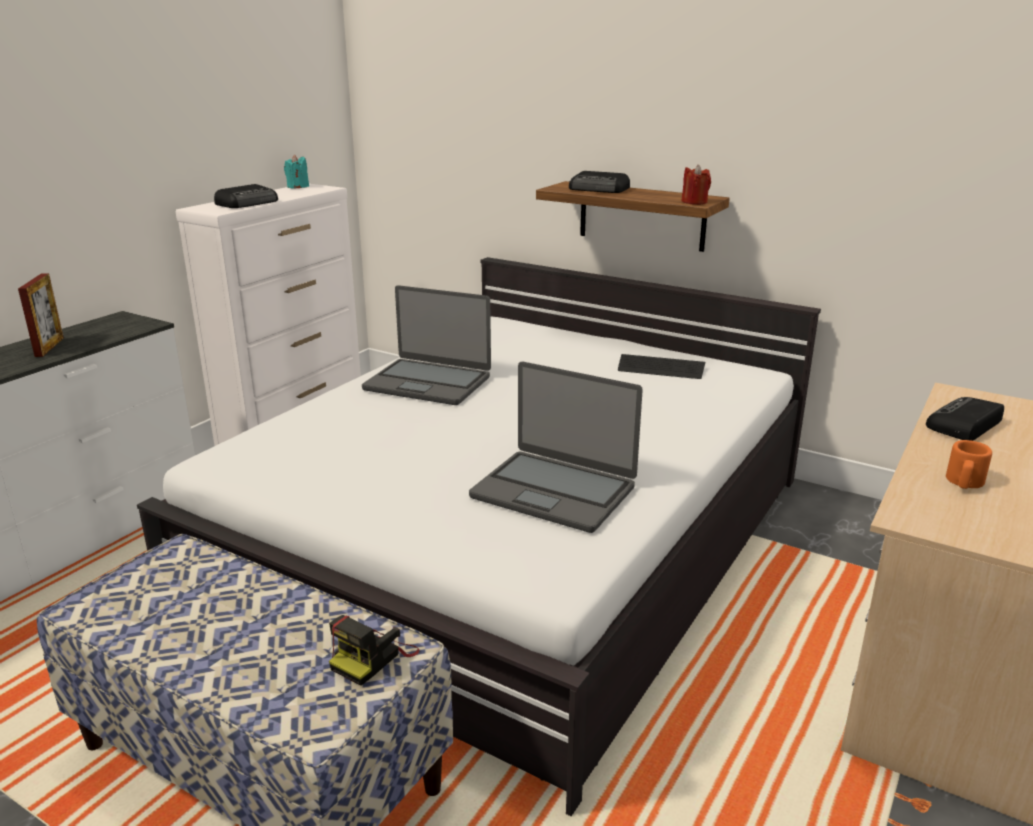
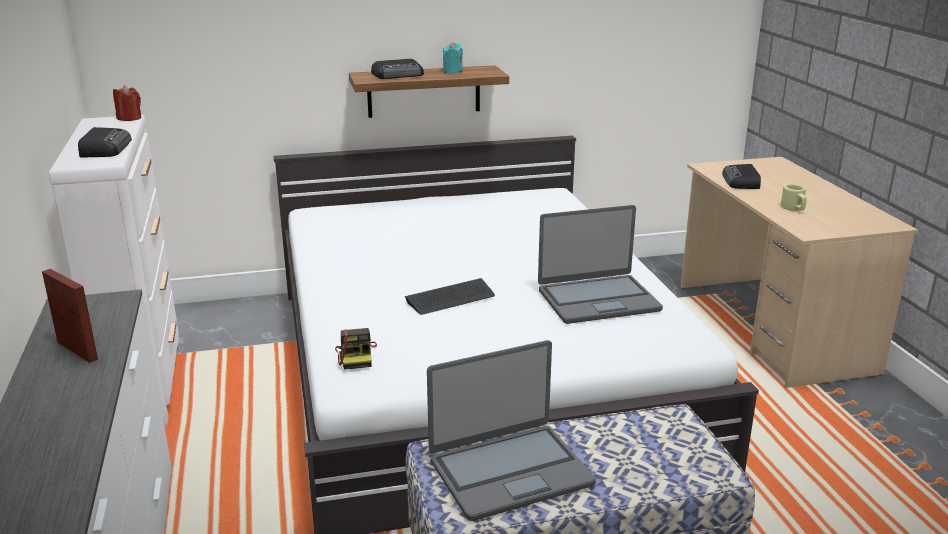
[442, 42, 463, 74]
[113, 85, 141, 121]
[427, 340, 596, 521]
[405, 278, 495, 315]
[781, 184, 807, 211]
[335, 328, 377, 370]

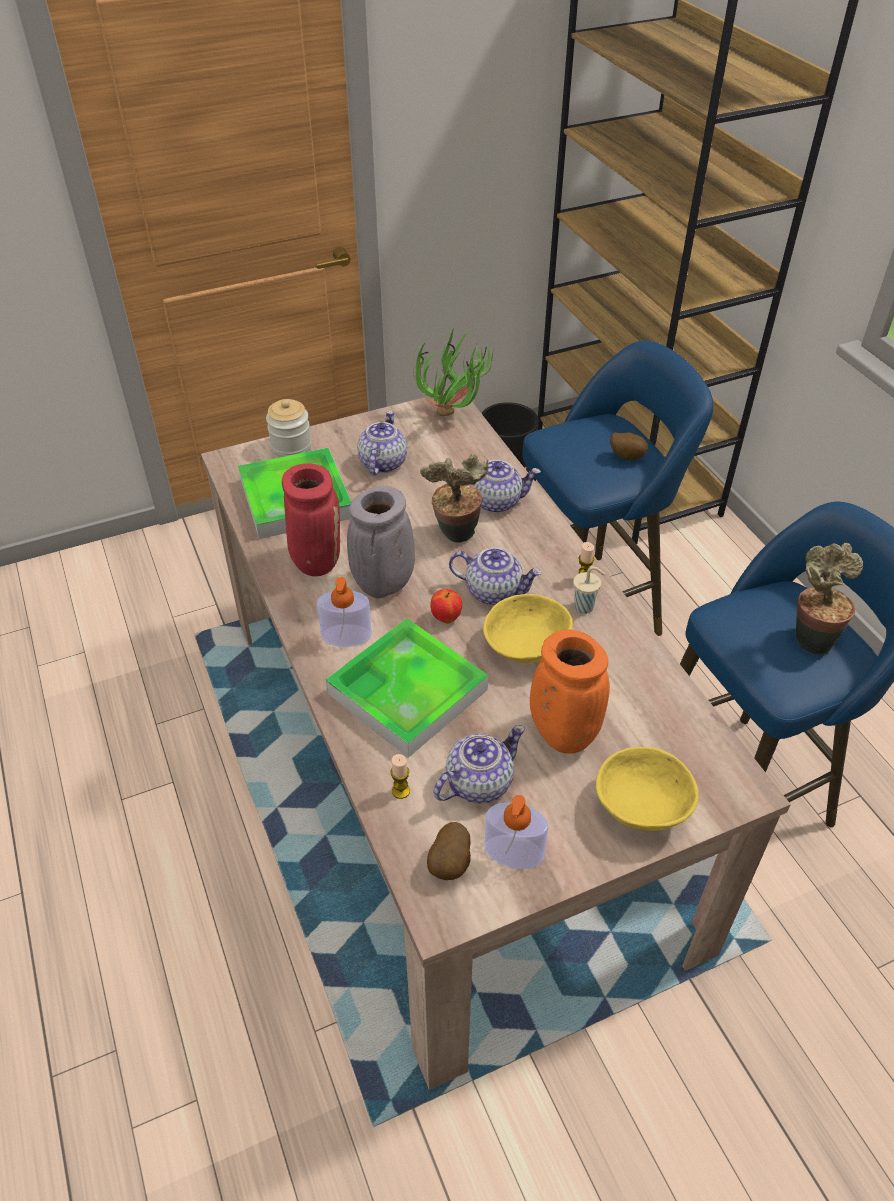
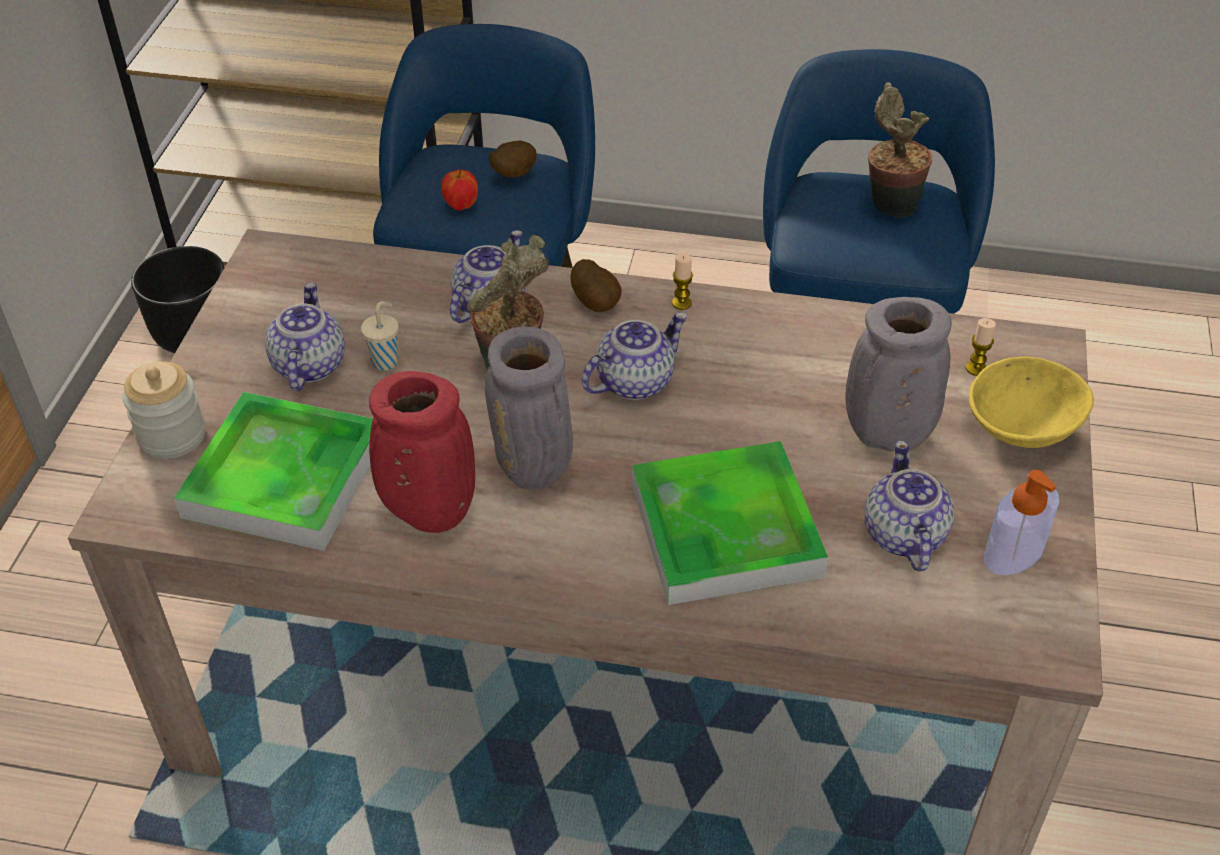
[413, 327, 494, 416] (first image)
[265, 282, 345, 391]
[361, 301, 399, 371]
[317, 577, 372, 647] (first image)
[441, 169, 478, 211]
[483, 594, 573, 663] (first image)
[845, 297, 951, 452]
[966, 318, 996, 376]
[570, 259, 622, 312]

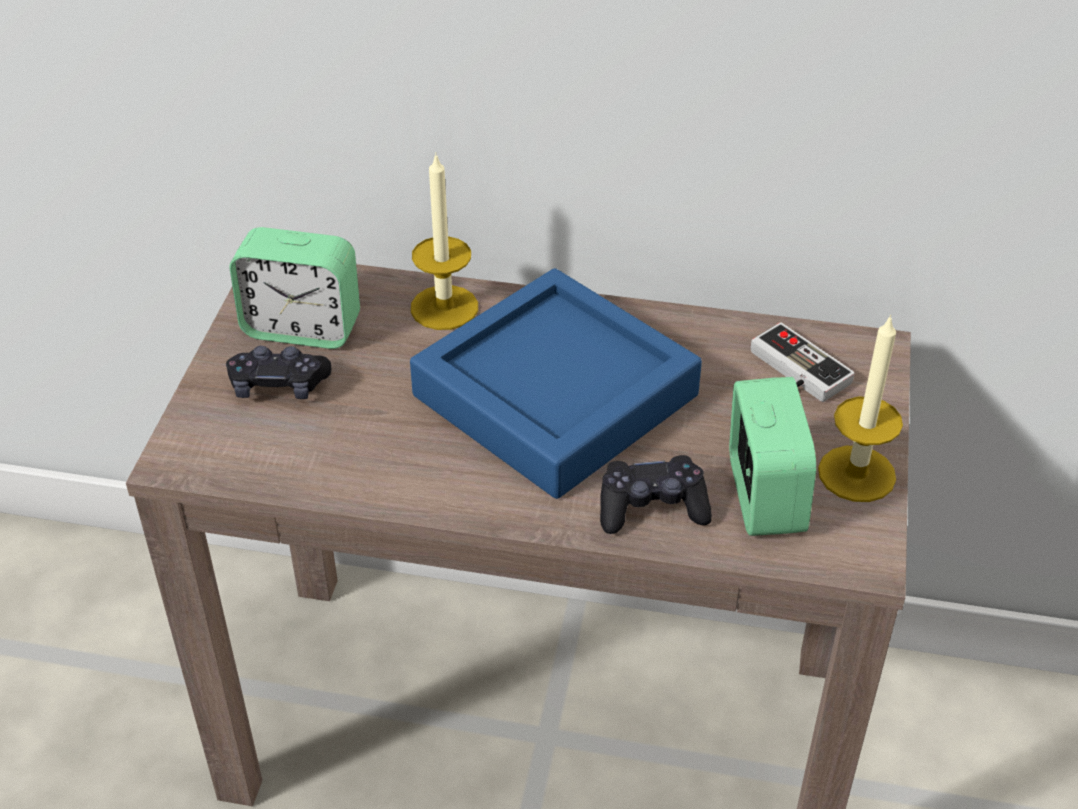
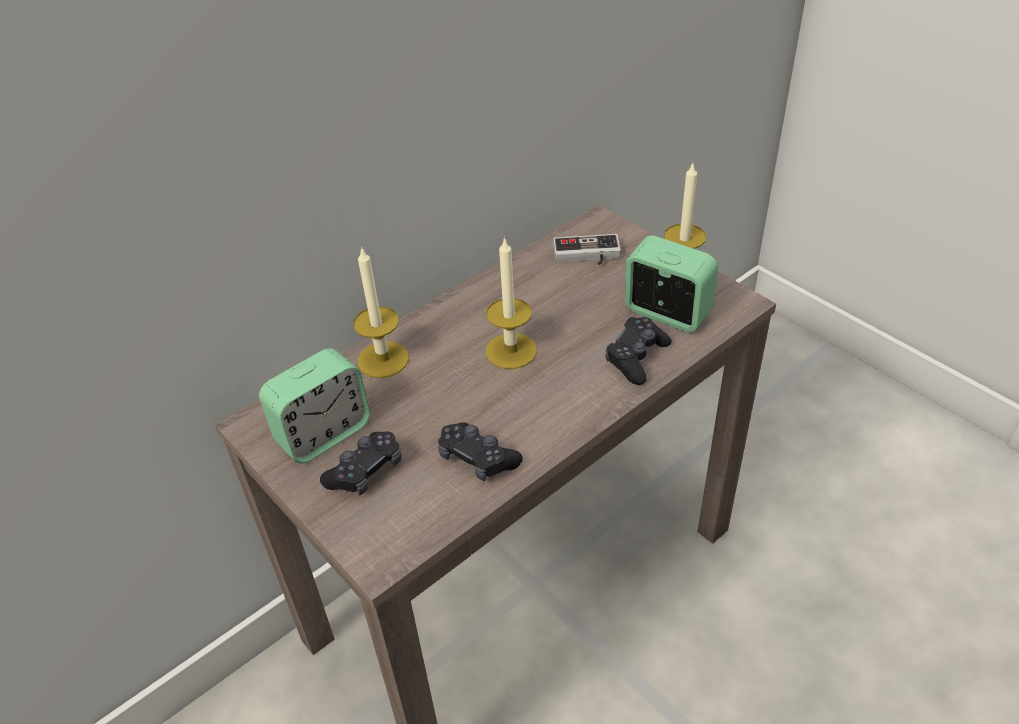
[485, 237, 537, 369]
[438, 422, 523, 481]

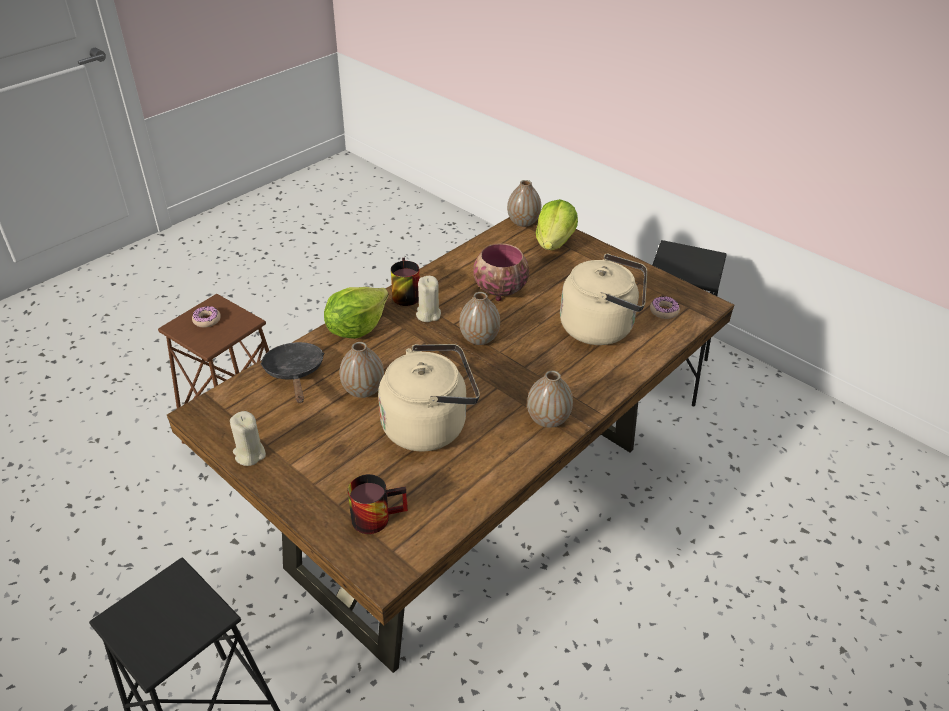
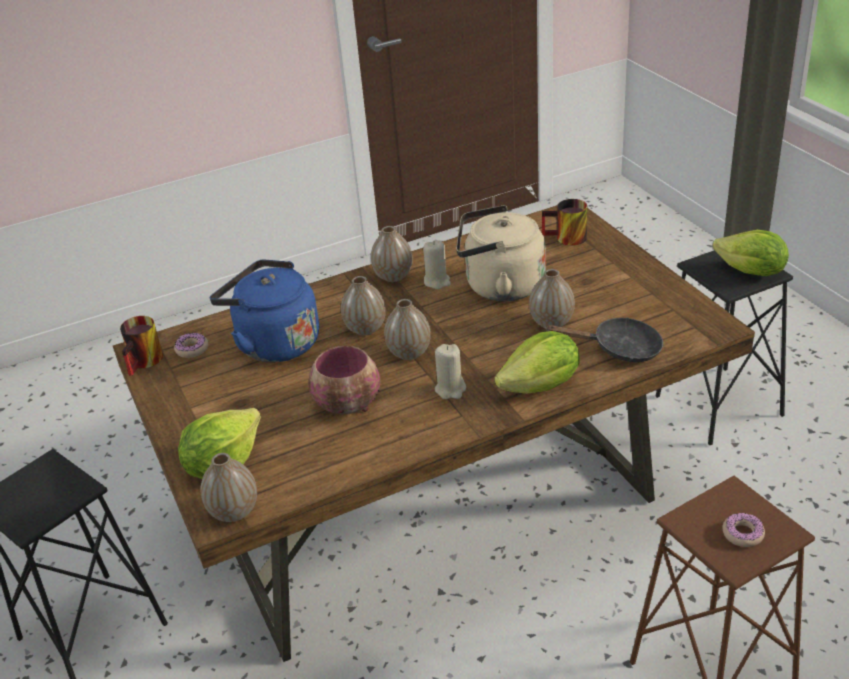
[210, 259, 319, 362]
[120, 316, 163, 376]
[545, 317, 663, 362]
[423, 240, 451, 289]
[713, 230, 789, 276]
[341, 276, 386, 335]

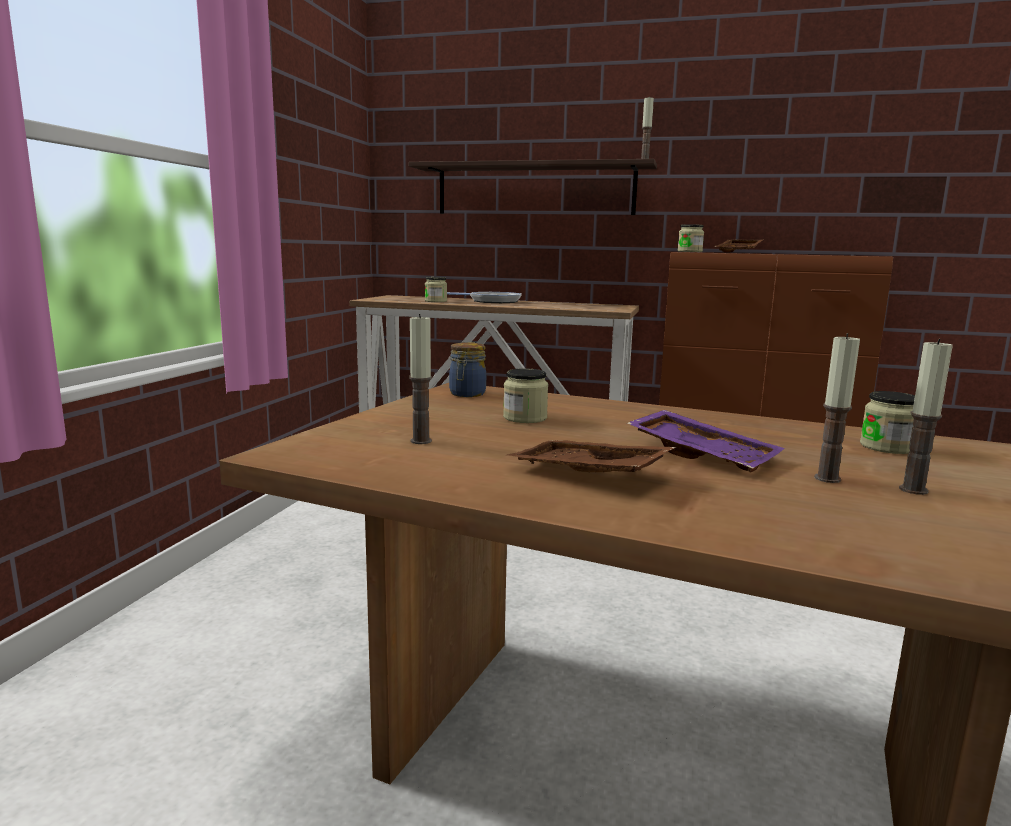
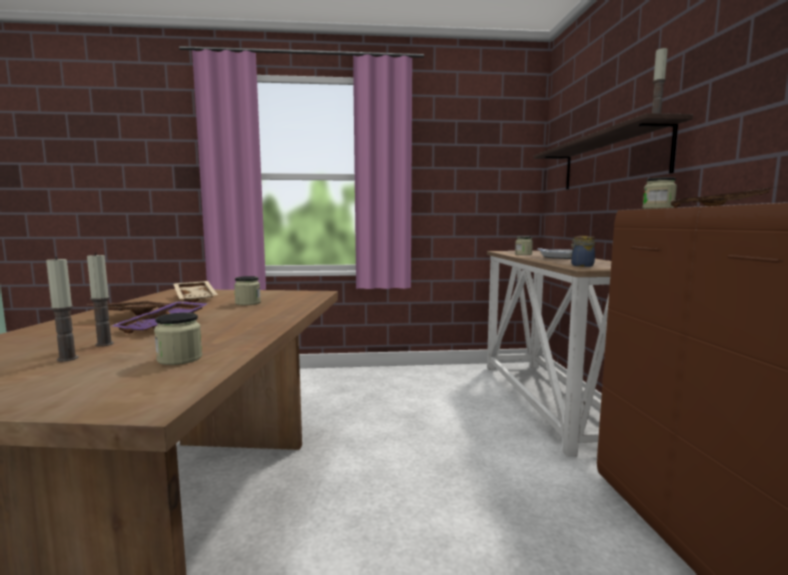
[173, 281, 218, 302]
[570, 236, 595, 267]

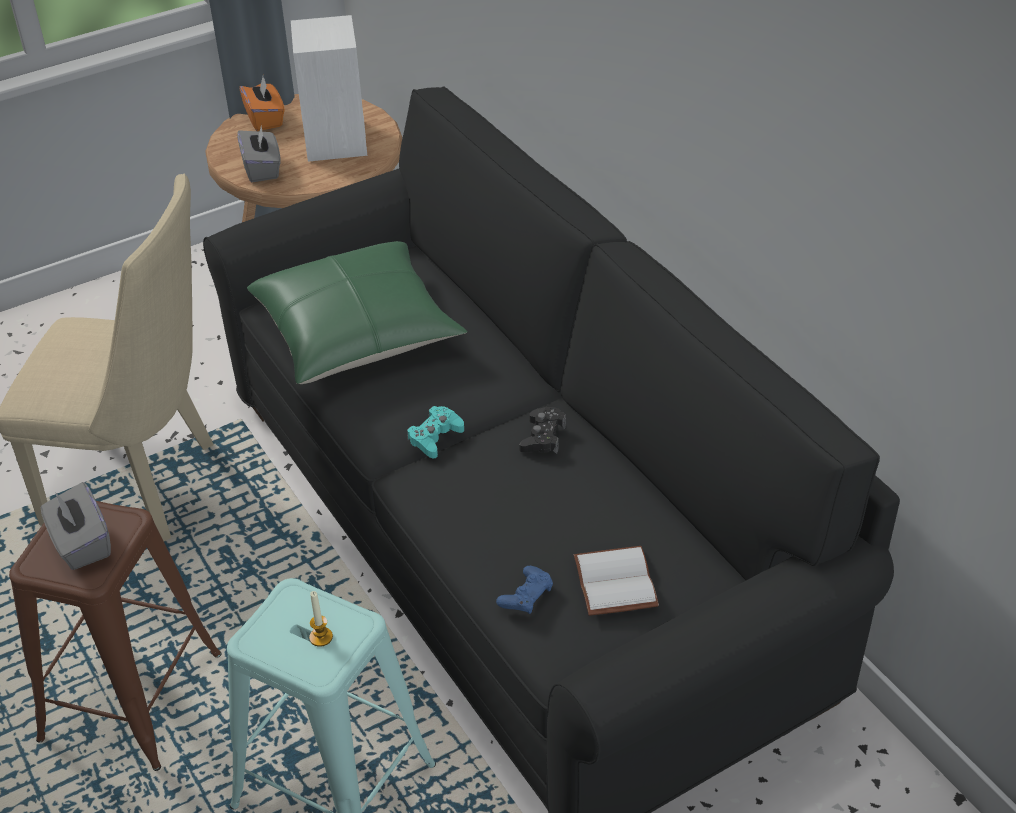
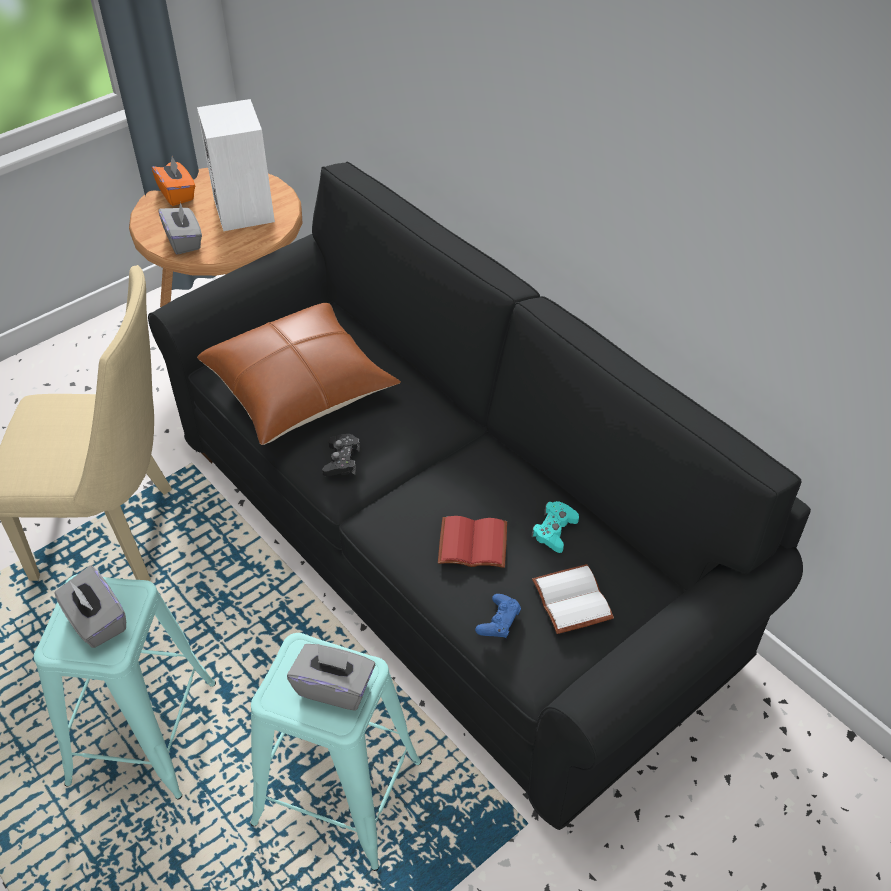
[197, 303, 401, 445]
[531, 501, 579, 553]
[322, 434, 360, 476]
[34, 574, 216, 800]
[287, 644, 375, 711]
[438, 516, 507, 568]

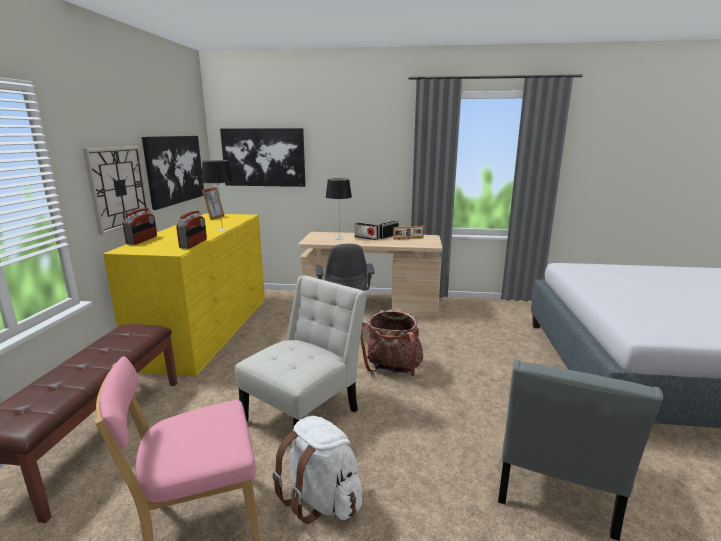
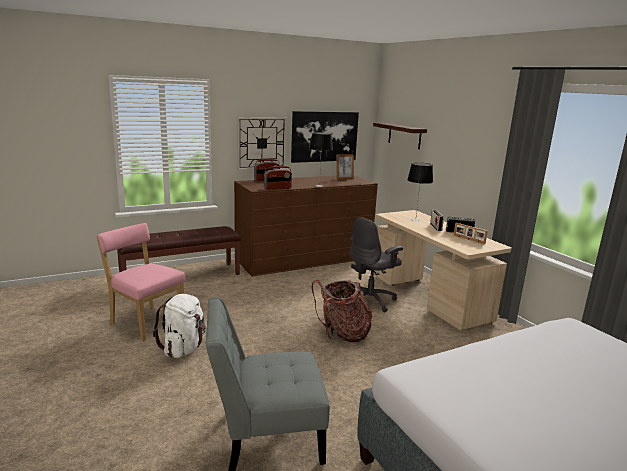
[373, 123, 427, 149]
[234, 176, 378, 276]
[235, 275, 367, 426] (first image)

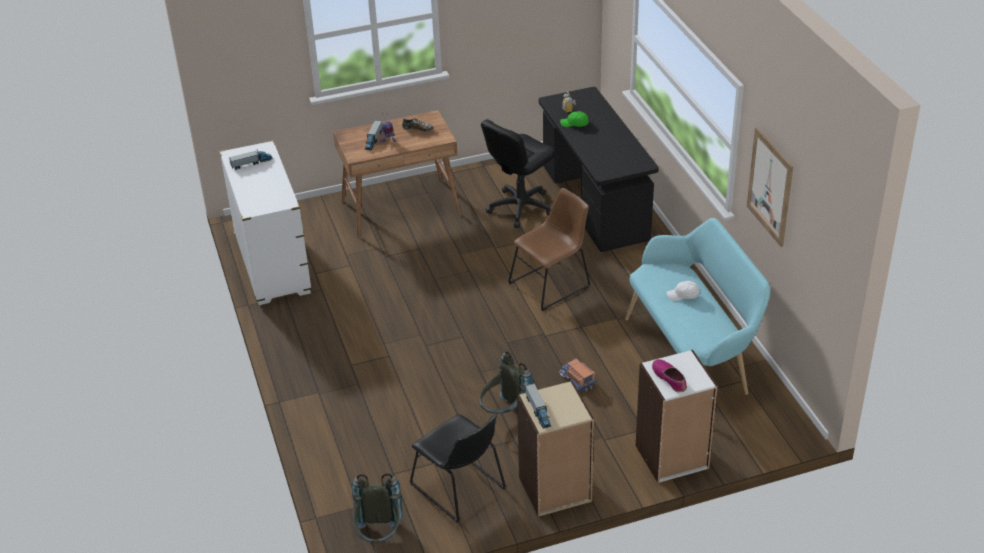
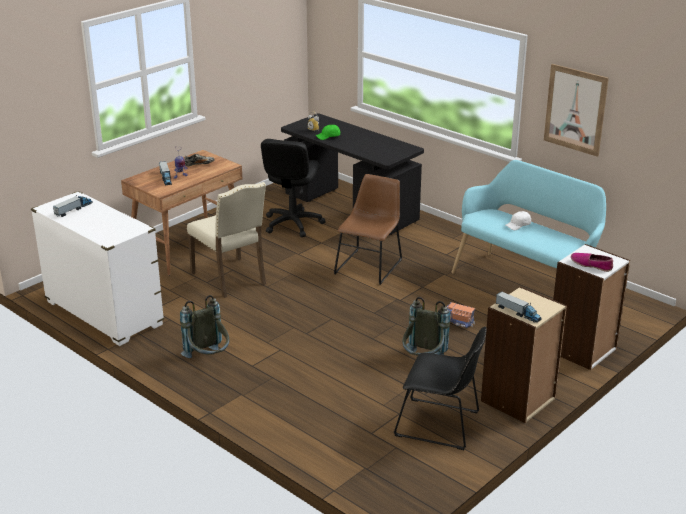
[180, 295, 229, 358]
[187, 182, 266, 298]

